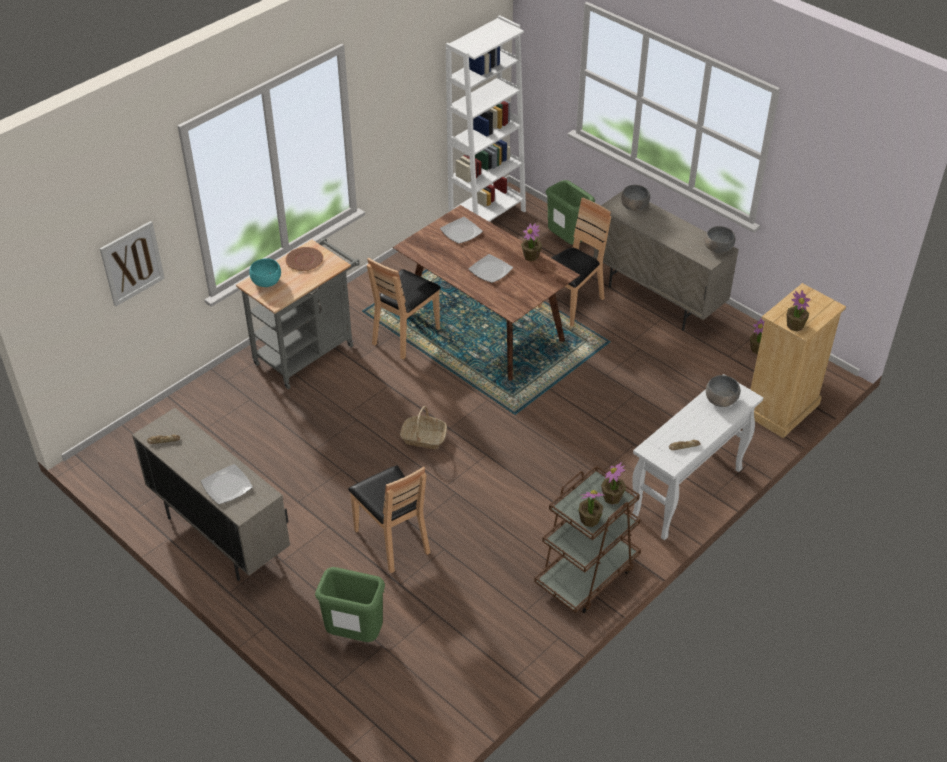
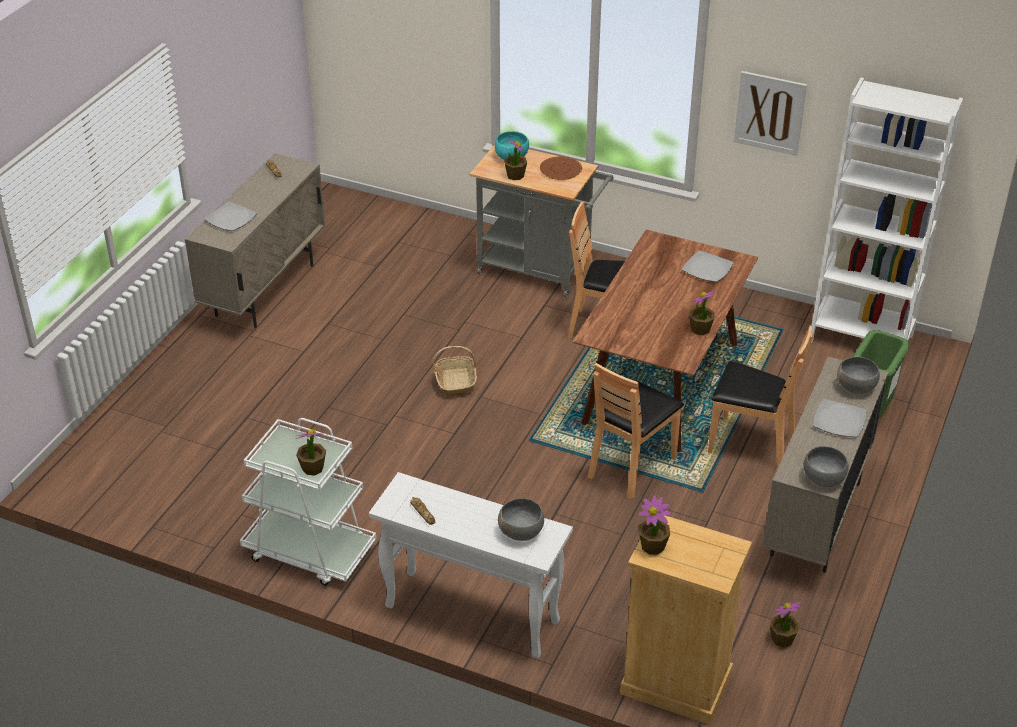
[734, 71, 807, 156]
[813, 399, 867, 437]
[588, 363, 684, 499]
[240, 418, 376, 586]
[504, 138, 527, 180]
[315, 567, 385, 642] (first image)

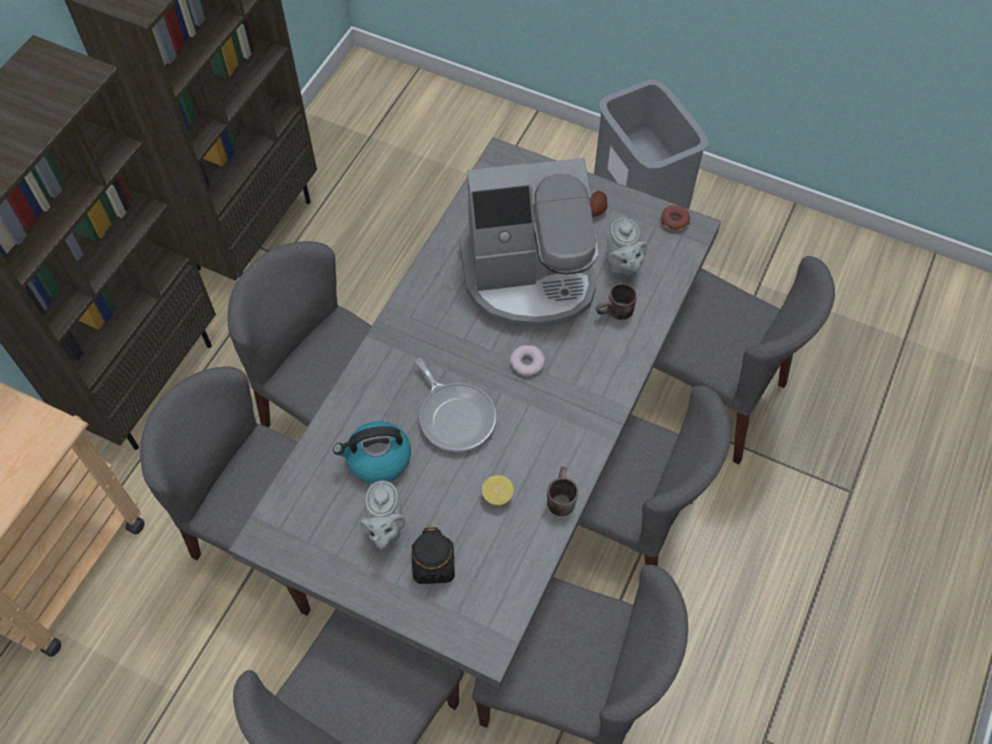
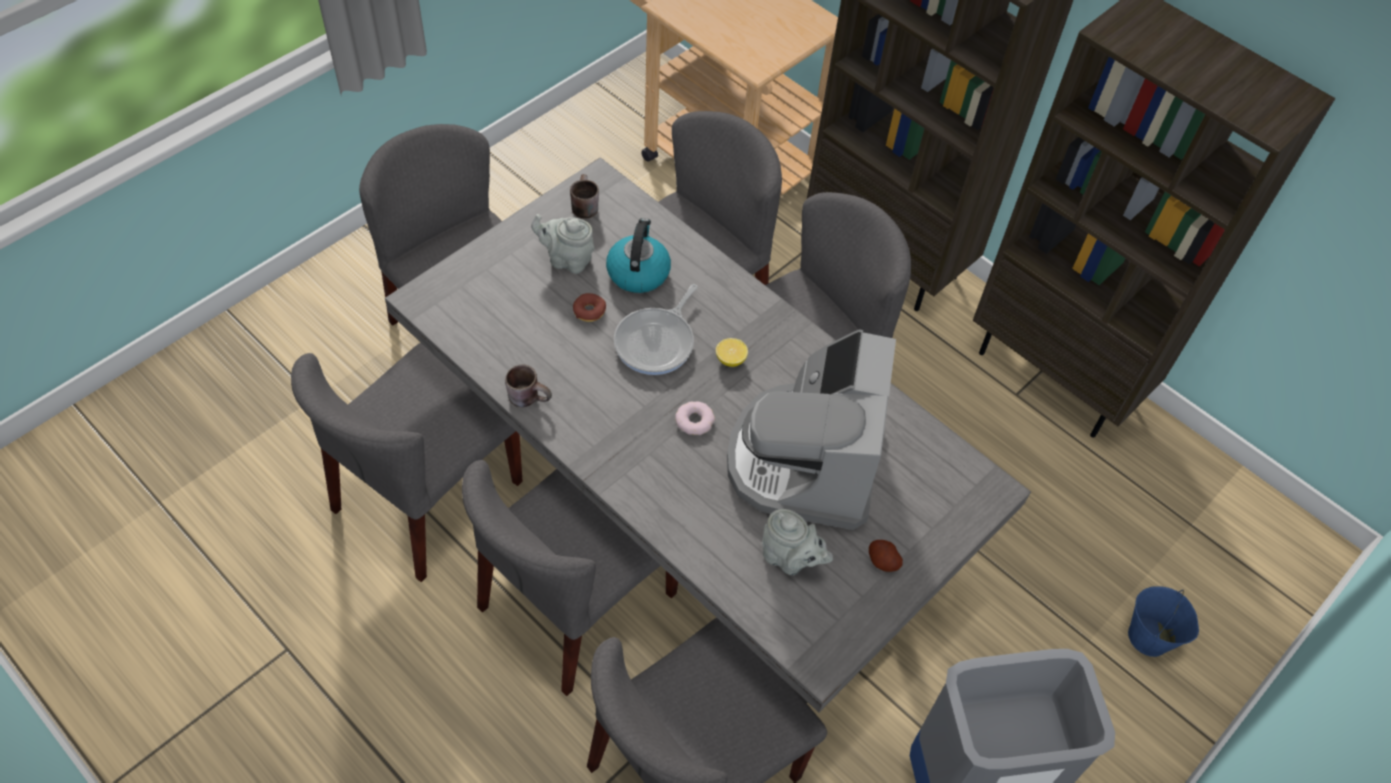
[573, 293, 606, 322]
[762, 509, 833, 575]
[570, 174, 599, 219]
[614, 284, 698, 375]
[716, 338, 748, 367]
[412, 526, 455, 584] (first image)
[1128, 586, 1199, 657]

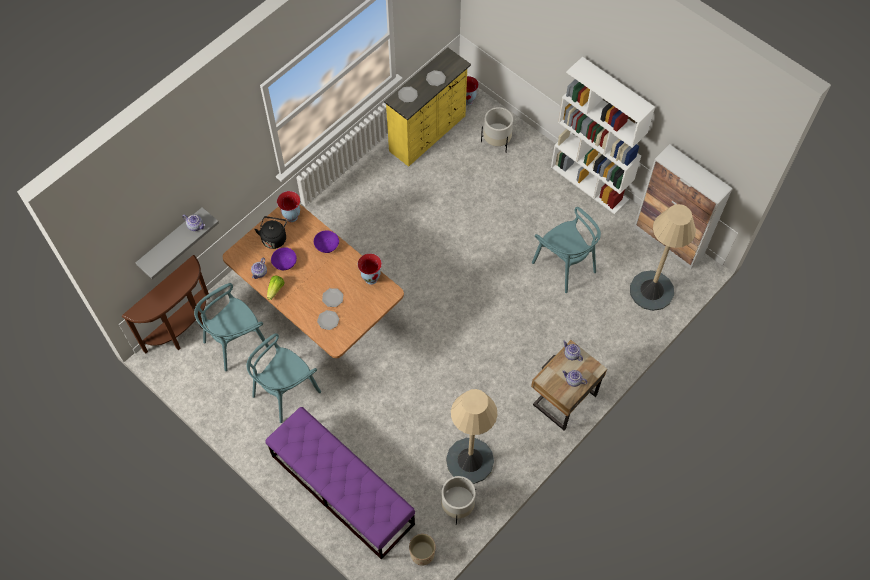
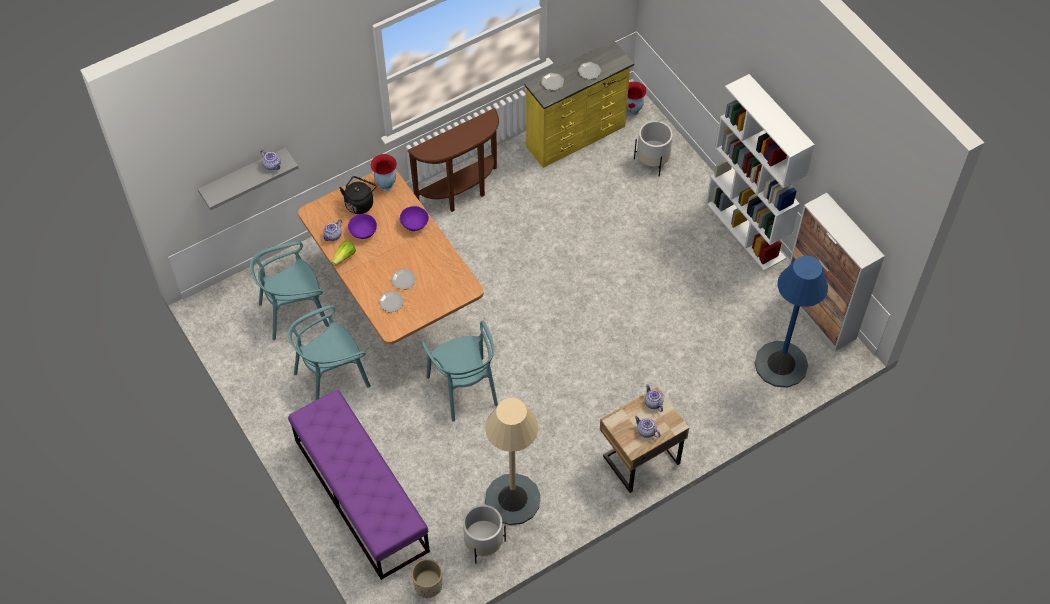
[755, 255, 828, 388]
[421, 321, 498, 422]
[358, 254, 382, 285] (first image)
[407, 108, 499, 212]

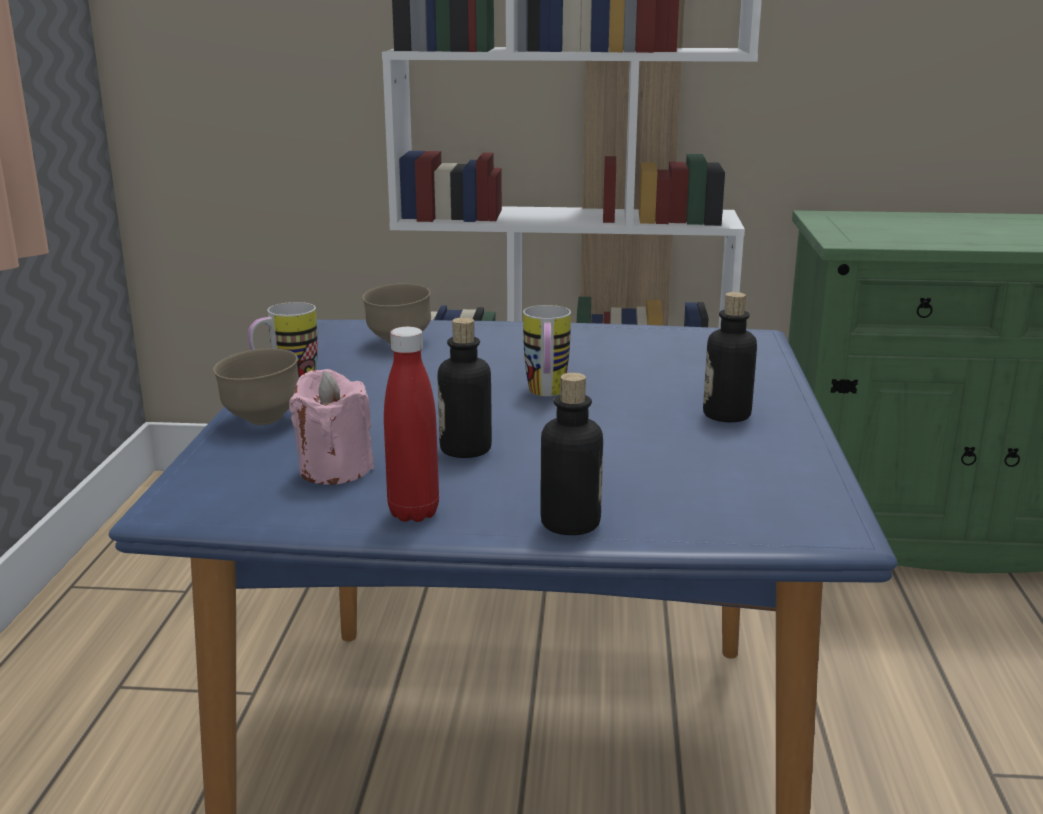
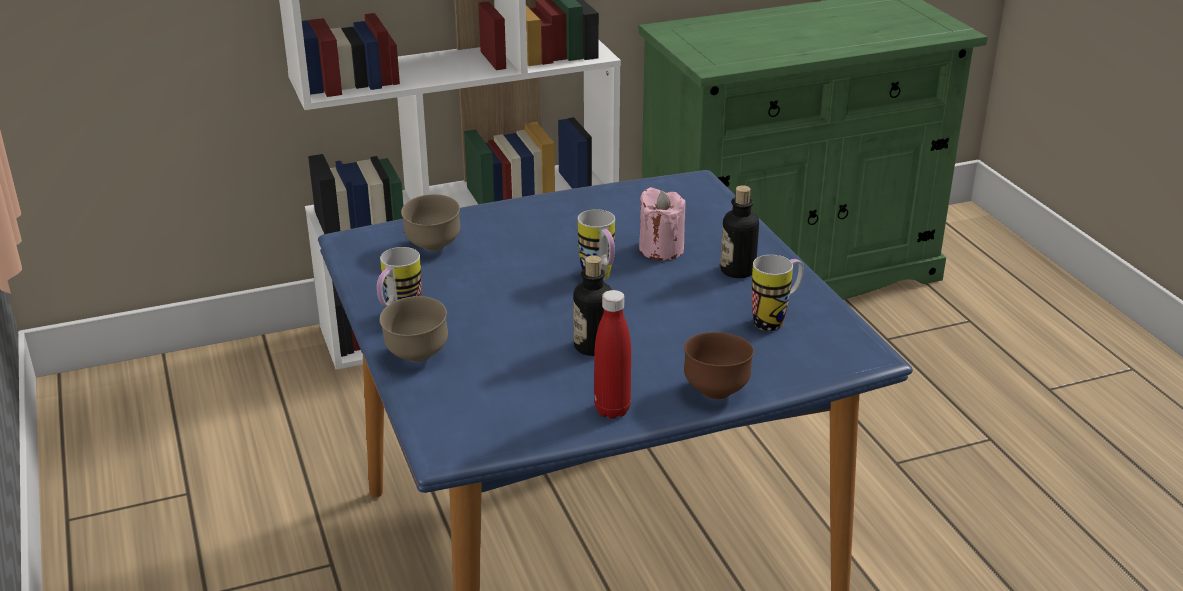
[639, 187, 686, 261]
[684, 332, 754, 399]
[752, 255, 804, 331]

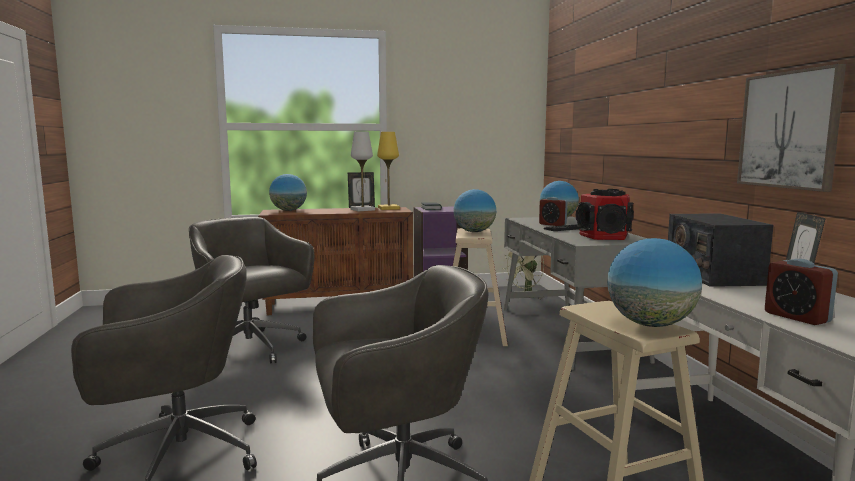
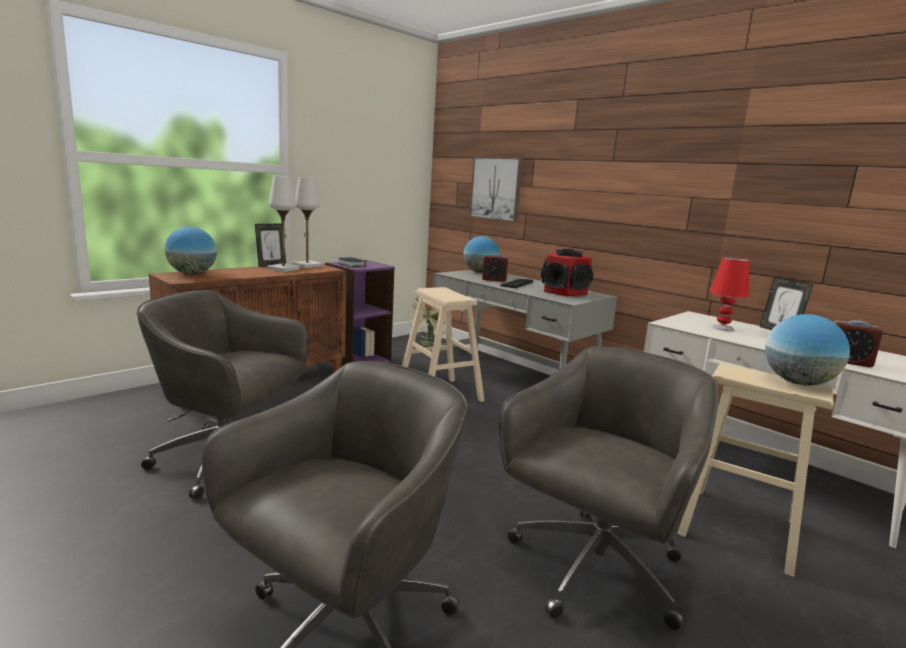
[469, 157, 523, 222]
[292, 177, 322, 268]
[453, 189, 496, 232] (first image)
[710, 257, 749, 331]

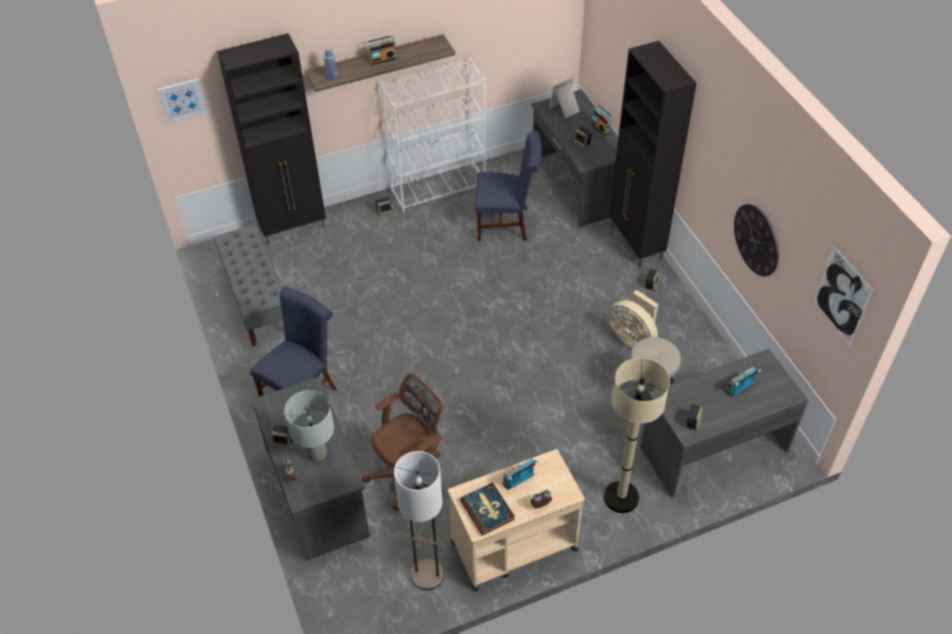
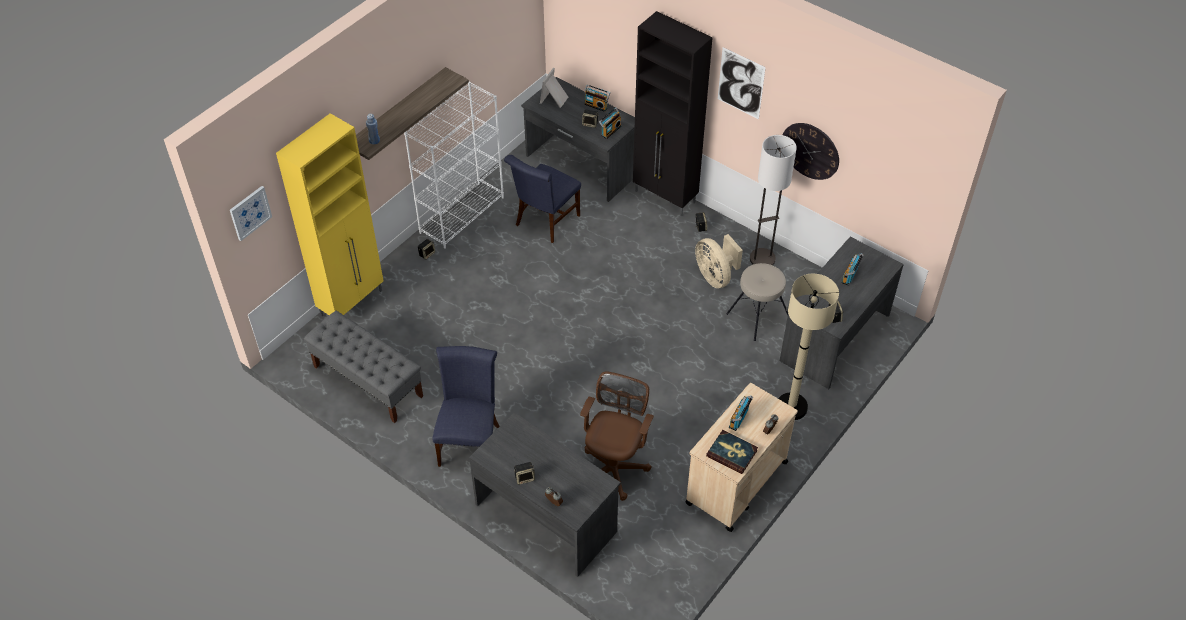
[276, 113, 384, 316]
[599, 108, 621, 139]
[504, 155, 581, 243]
[718, 47, 766, 119]
[695, 234, 743, 288]
[284, 390, 334, 462] (first image)
[750, 135, 797, 265]

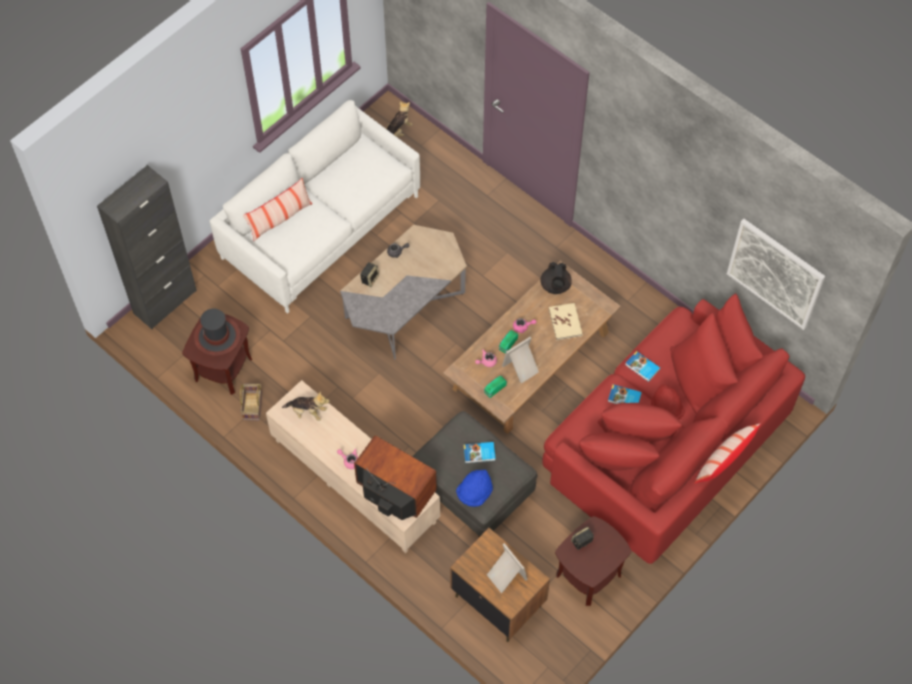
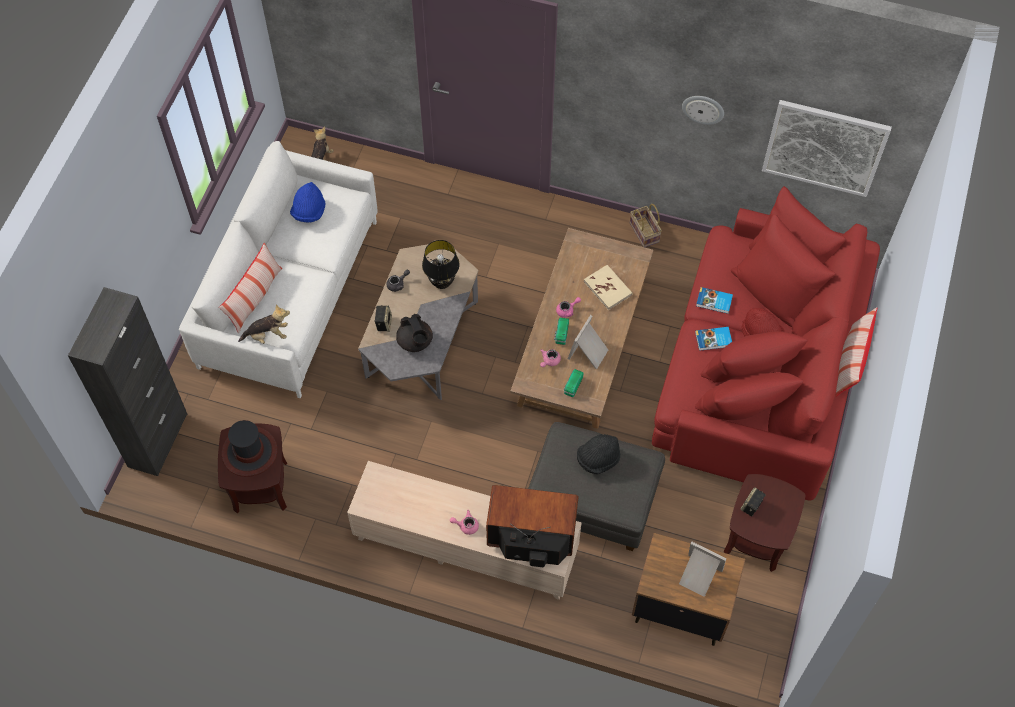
[396, 314, 433, 352]
[630, 204, 662, 247]
[238, 304, 290, 344]
[577, 434, 620, 474]
[290, 182, 326, 223]
[682, 96, 724, 125]
[422, 240, 460, 289]

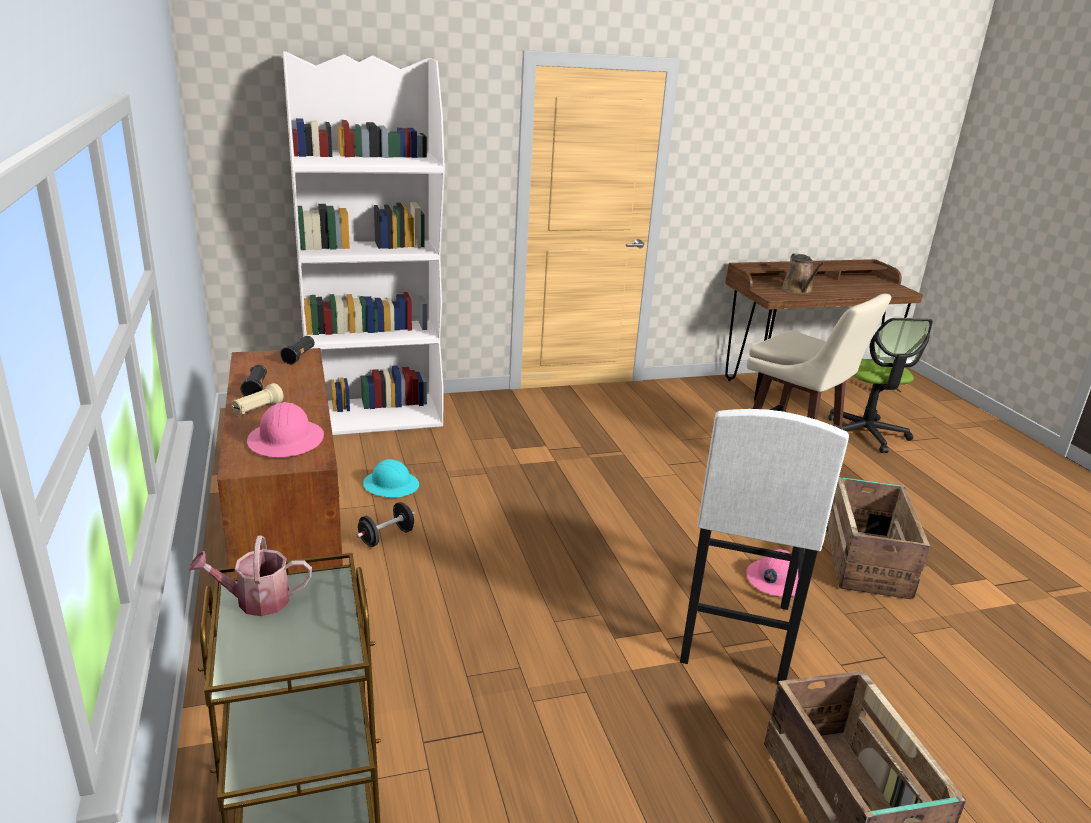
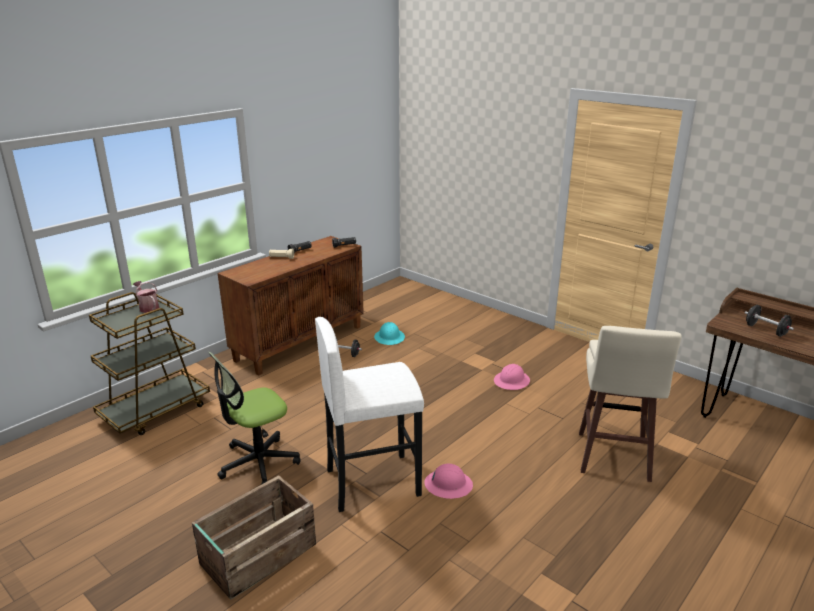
[283, 51, 445, 436] (first image)
[745, 305, 794, 337]
[208, 352, 301, 484]
[494, 364, 530, 390]
[826, 477, 930, 600] (first image)

